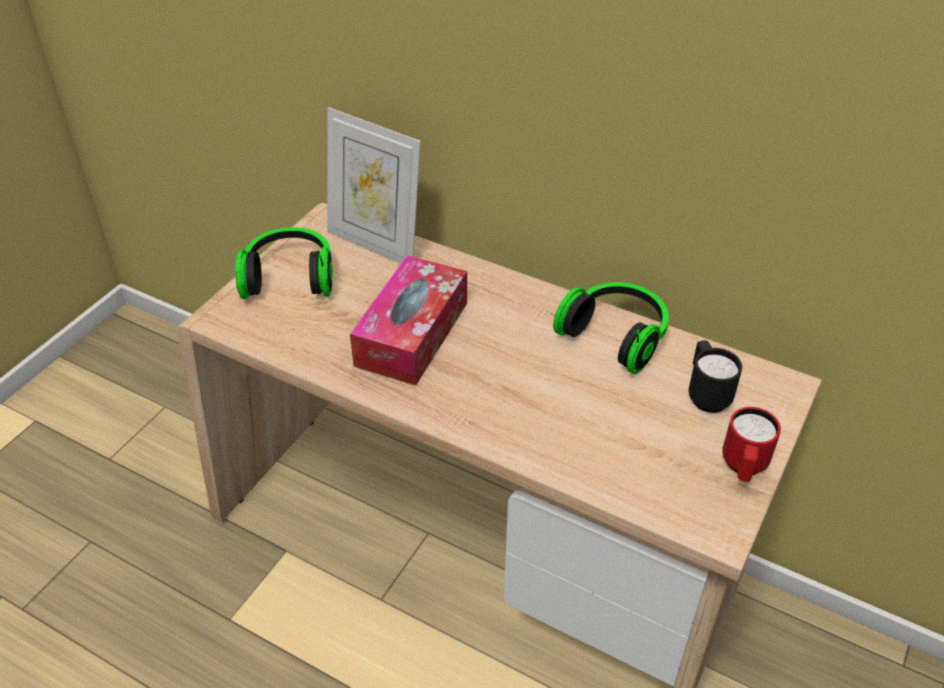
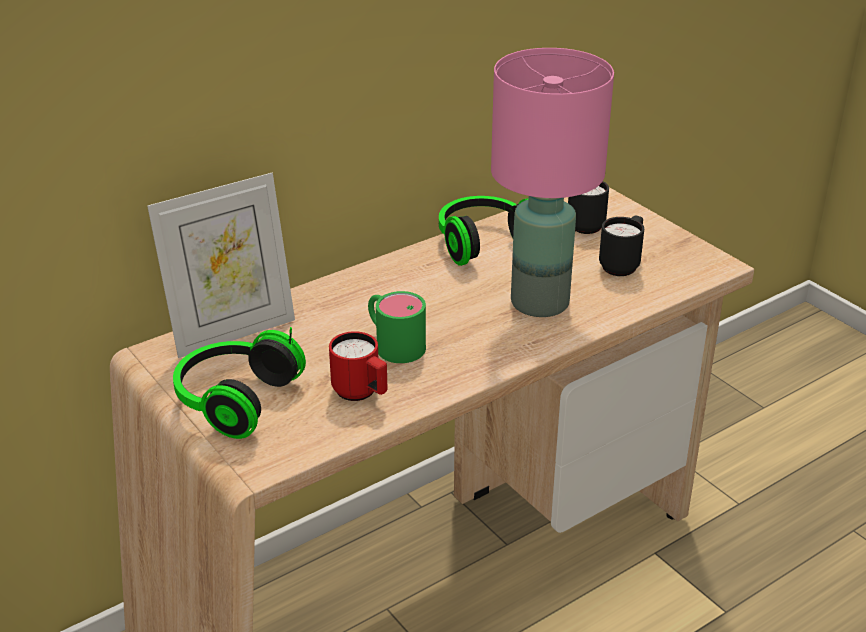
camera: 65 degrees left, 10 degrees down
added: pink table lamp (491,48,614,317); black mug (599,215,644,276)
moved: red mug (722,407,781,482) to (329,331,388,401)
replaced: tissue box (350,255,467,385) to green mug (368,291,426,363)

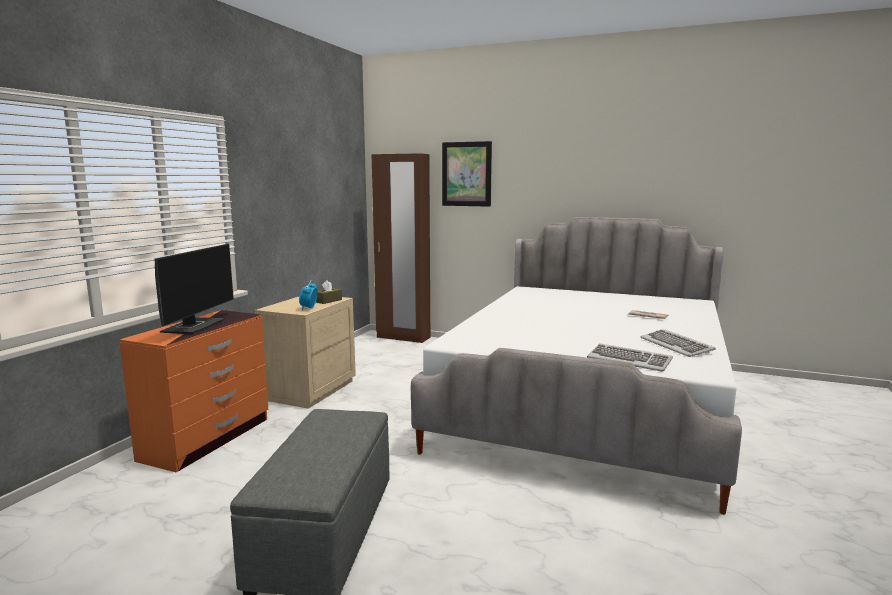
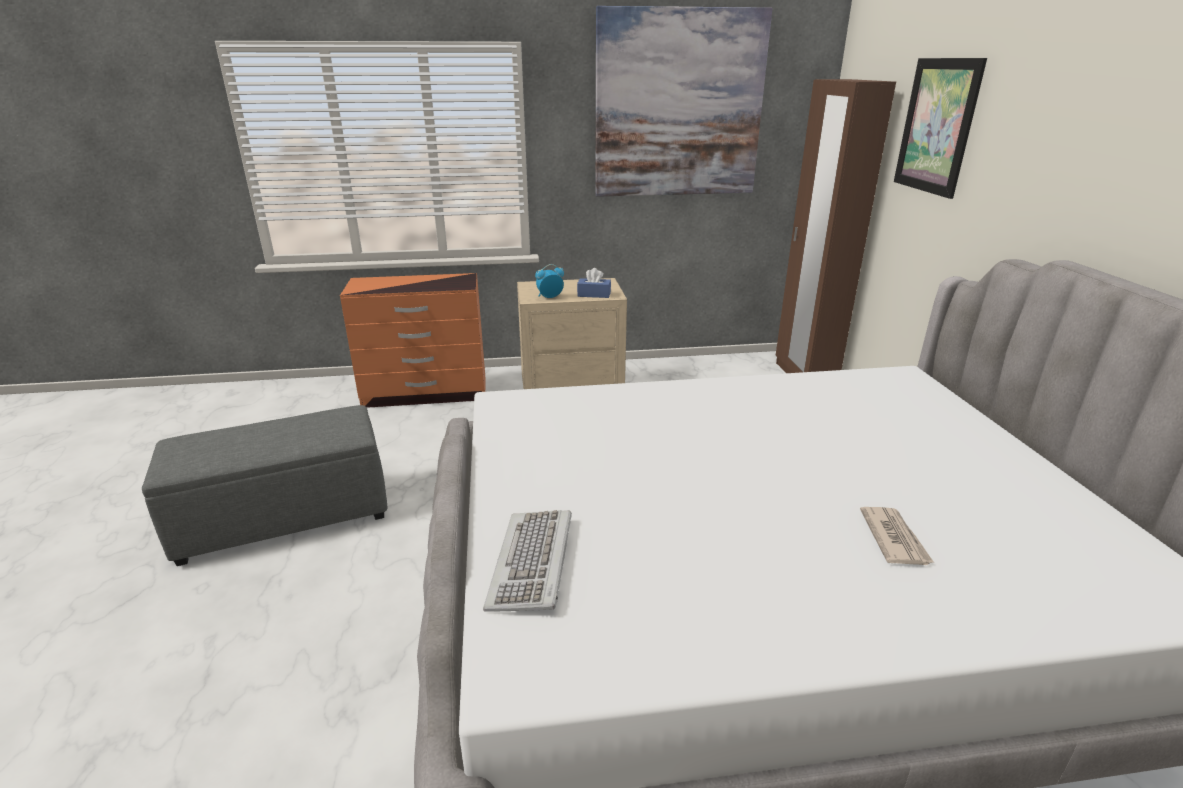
camera: 60 degrees right, 15 degrees up
removed: monitor (155,244,234,335); keyboard (640,329,716,357)
added: picture (595,6,773,197)
recoloured: brown tissue box (316,280,342,304) to blue tissue box (577,268,611,298)

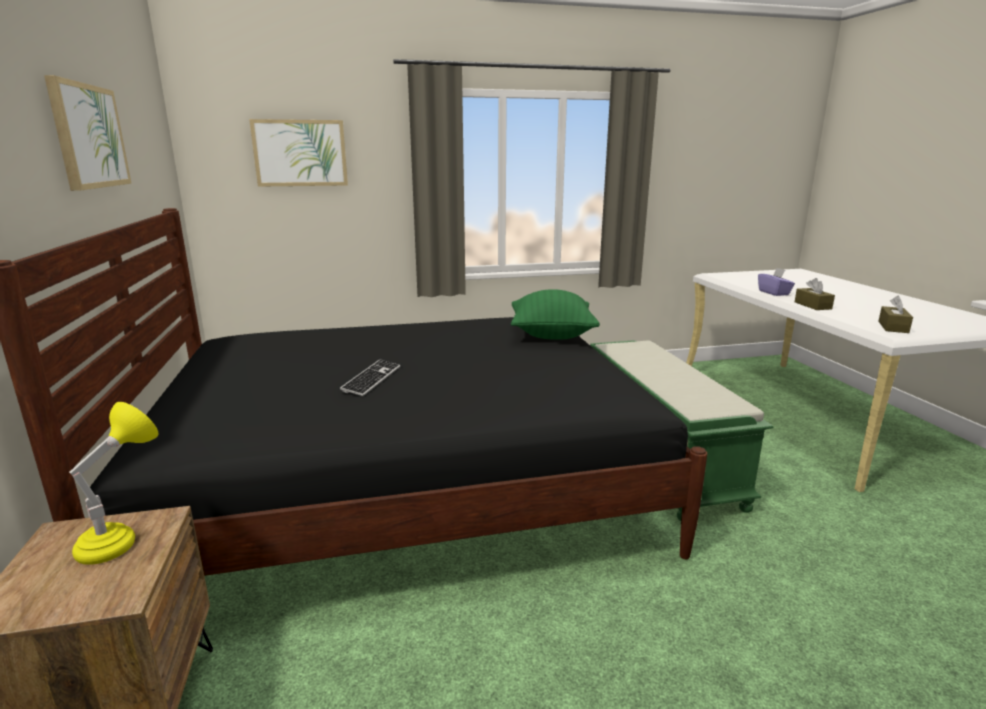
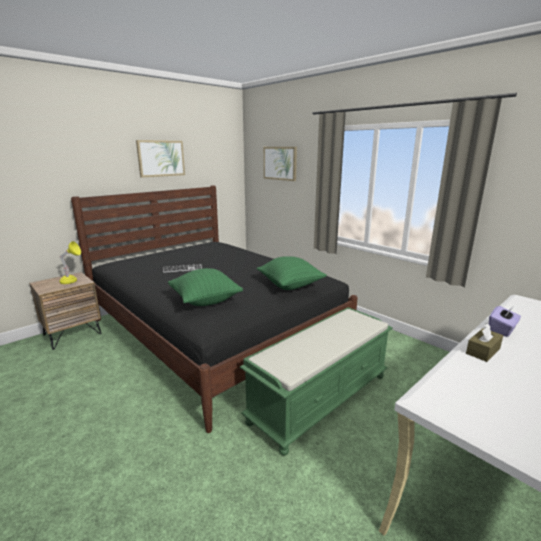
camera: 60 degrees right, 0 degrees up
removed: brown tissue box (879,296,913,333)
added: green pillow (168,268,243,306)

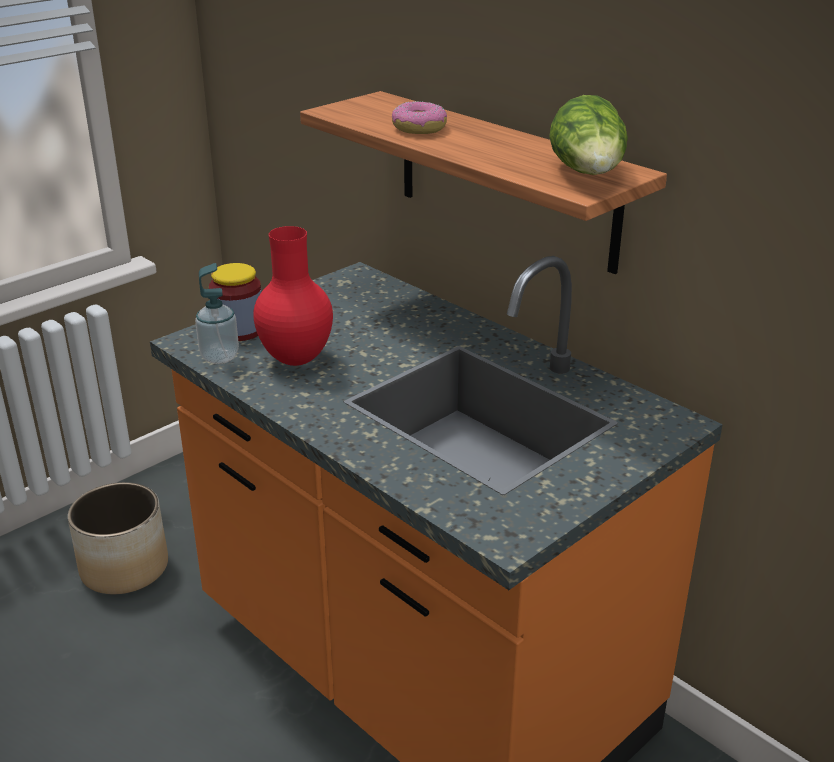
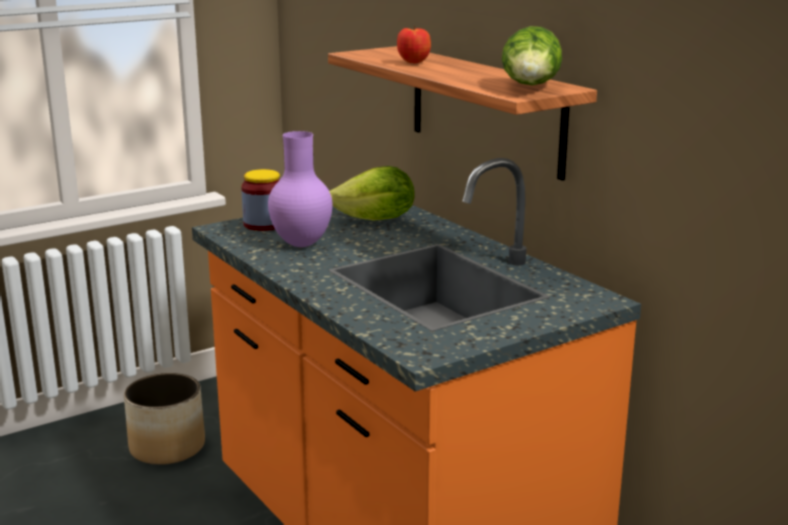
camera: 10 degrees right, 10 degrees down
removed: soap dispenser (195,263,239,364)
added: lettuce (329,166,415,221)
replaced: donut (392,101,447,134) to apple (397,26,431,64)
recoloured: red vase (253,226,333,366) to purple vase (268,131,333,247)

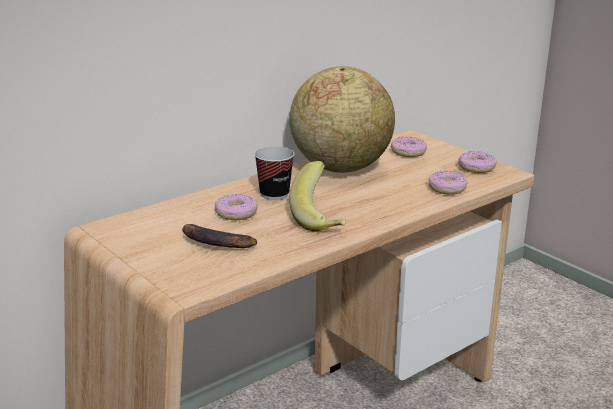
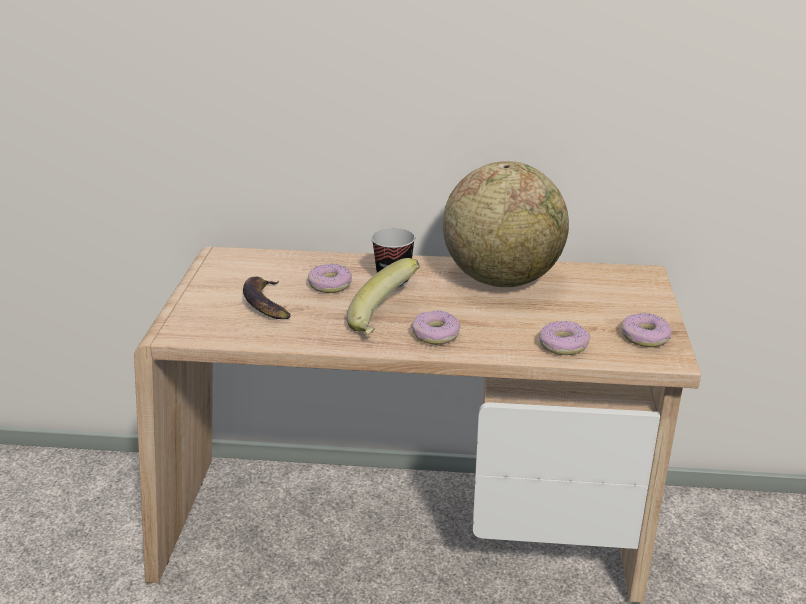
camera: 45 degrees right, 5 degrees up
moved: donut (391,137,427,157) to (411,310,460,345)

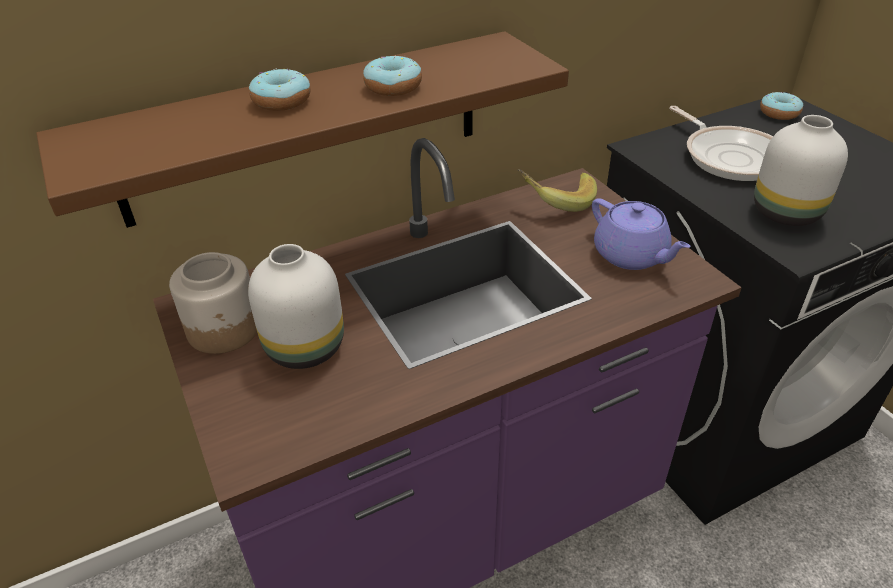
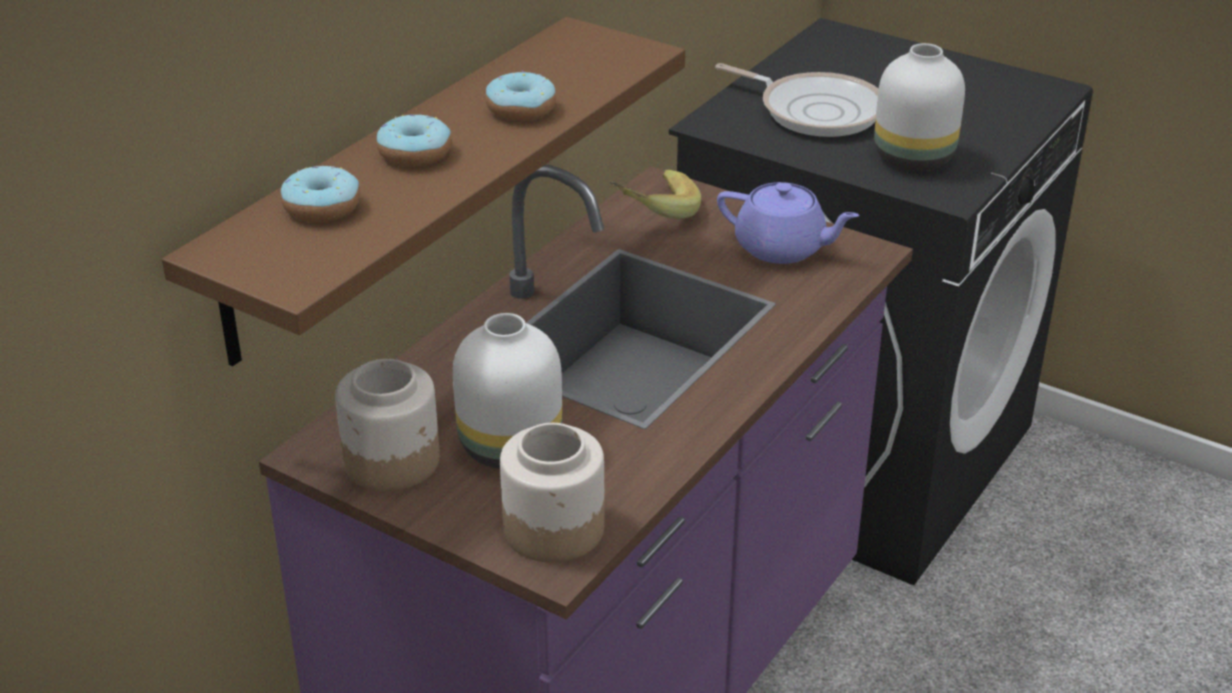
camera: 30 degrees left, 5 degrees down
added: jar (500,423,605,563)
moved: donut (760,92,803,120) to (281,166,360,222)

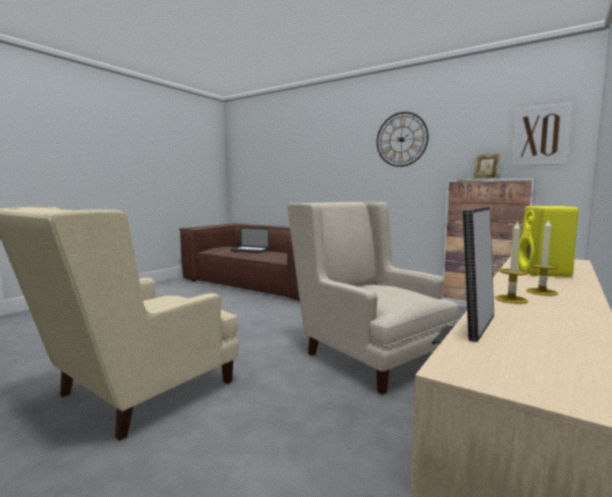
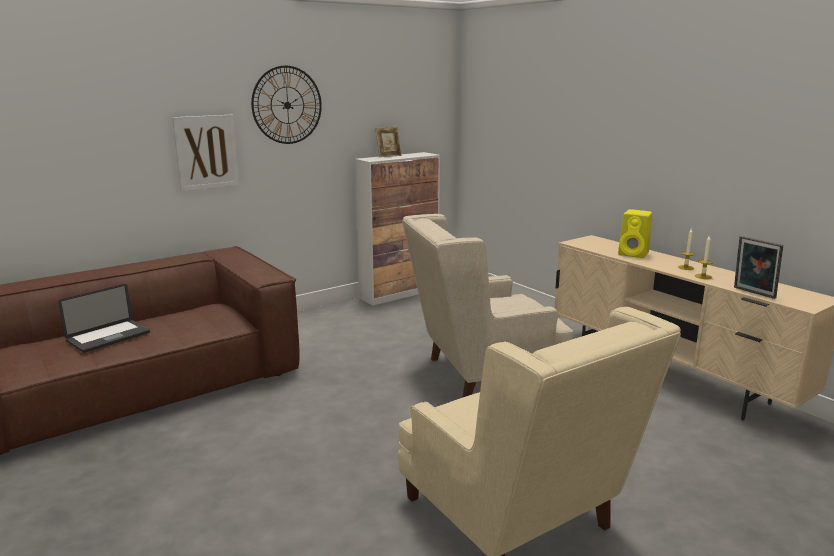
camera: 70 degrees left, 10 degrees up
moved: picture (511,102,572,166) to (172,115,239,192)

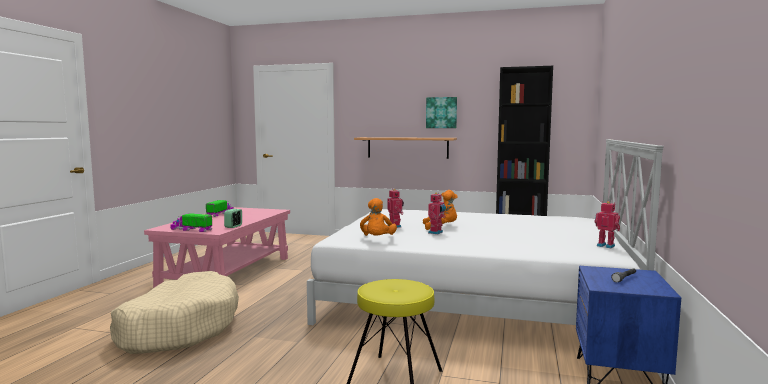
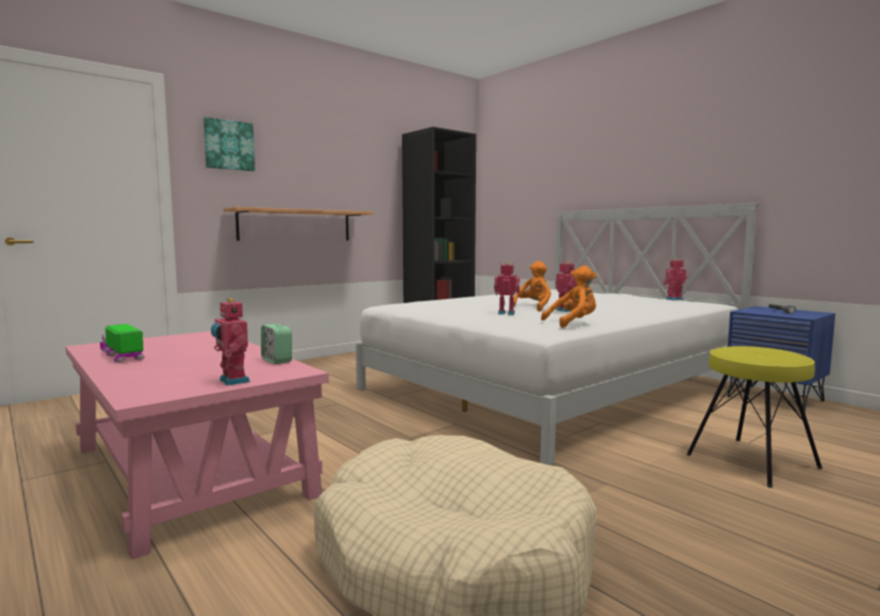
camera: 55 degrees left, 0 degrees up
moved: picture (426,97,457,128) to (203,117,255,171)
replaced: toy truck (170,214,212,232) to toy robot (211,298,250,386)
turned: orange plush toy (360,198,397,236) = (541,266,597,328) 60 degrees counterclockwise

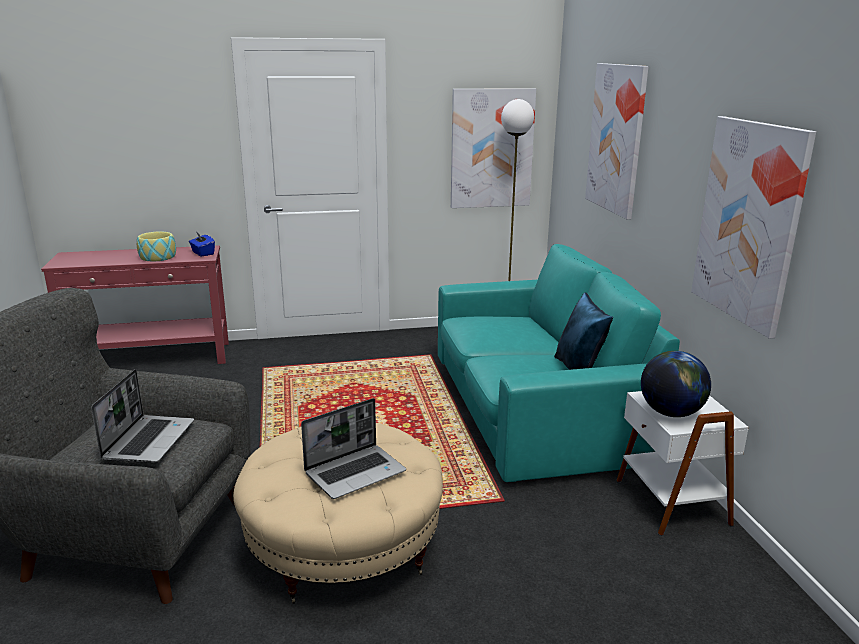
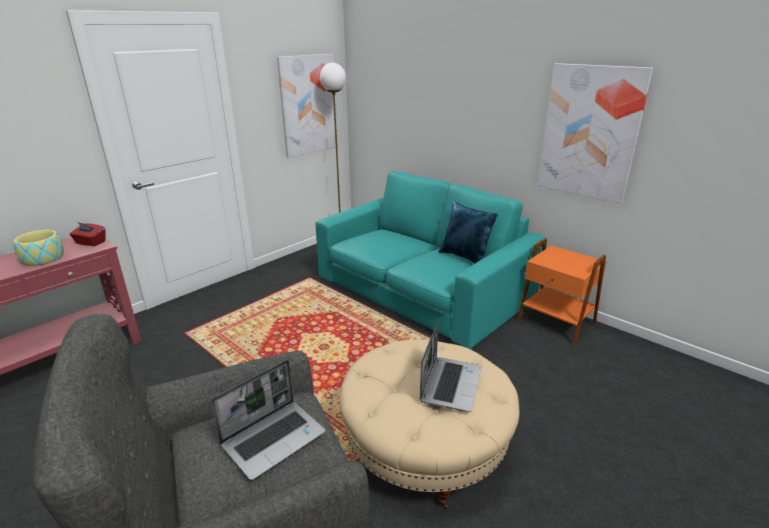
camera: 35 degrees left, 5 degrees up
removed: picture (585,63,649,219); globe (641,351,711,417)
recoloured: blue tissue box (189,233,215,257) to red tissue box (70,222,106,246); white side table (617,391,749,536) to orange side table (517,238,607,345)
turned: laptop (91,369,194,463) = (211,360,326,480) 75 degrees clockwise

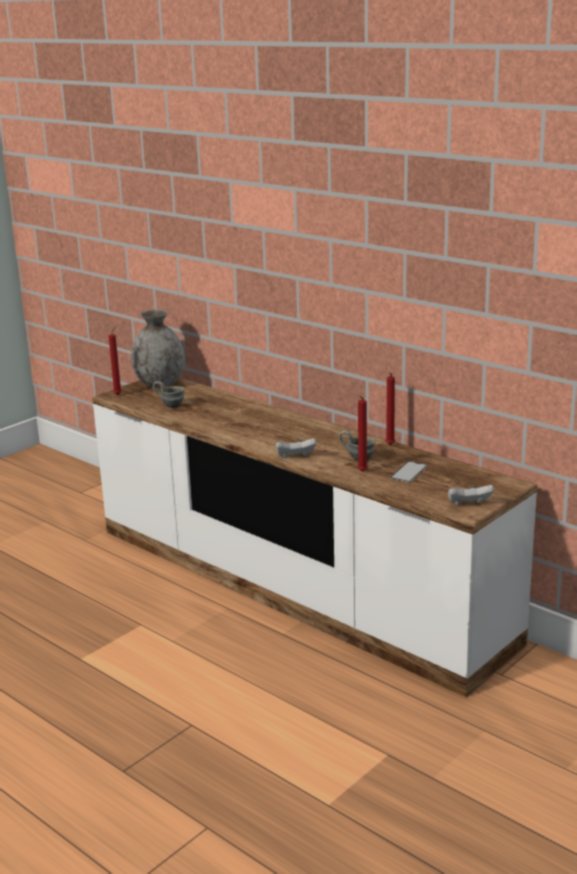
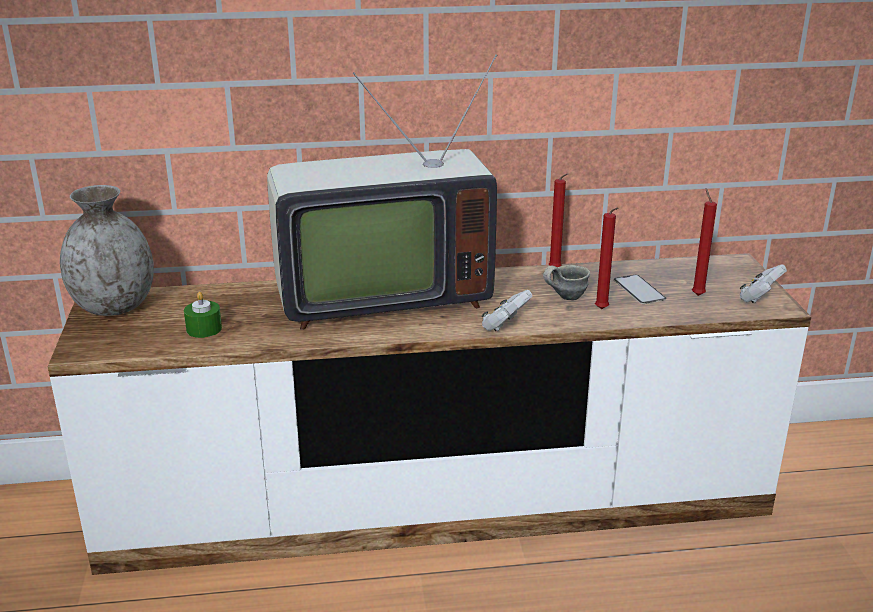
camera: 50 degrees left, 5 degrees up
added: television (267,54,497,330)
moved: red candle (109,327,122,395) to (692,188,717,296)
replaced: grey mug (153,381,185,408) to green candle (184,292,222,338)

